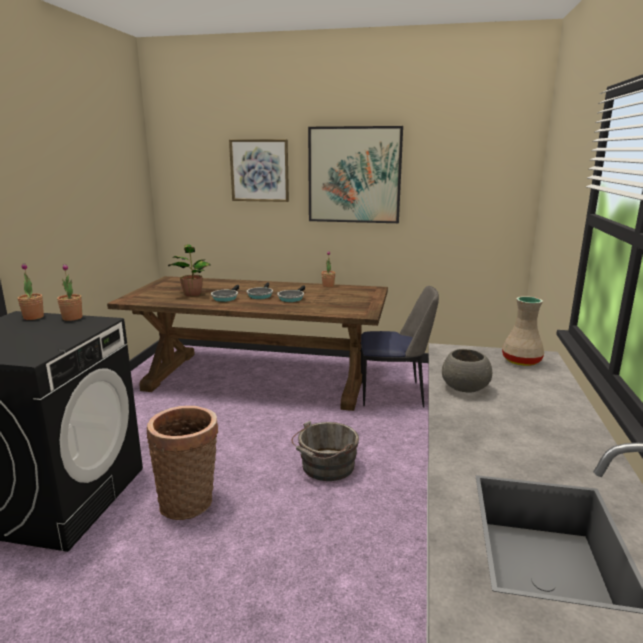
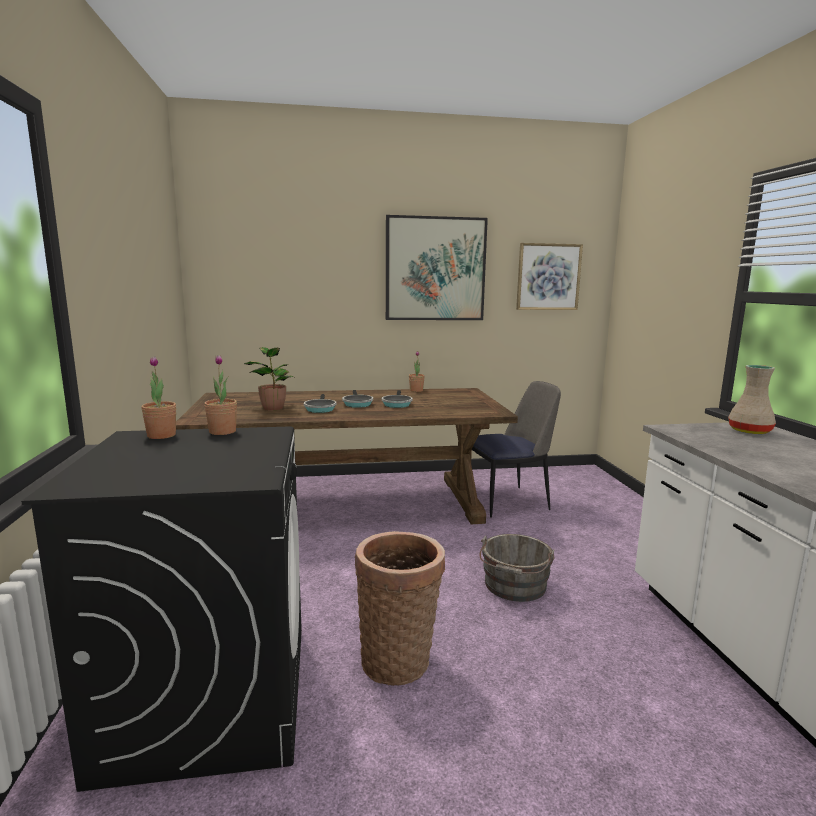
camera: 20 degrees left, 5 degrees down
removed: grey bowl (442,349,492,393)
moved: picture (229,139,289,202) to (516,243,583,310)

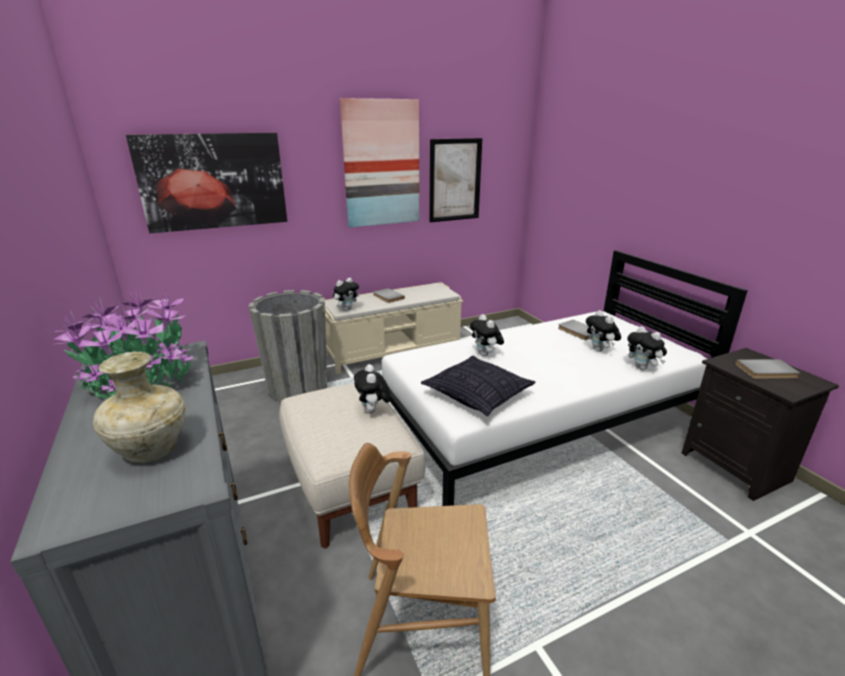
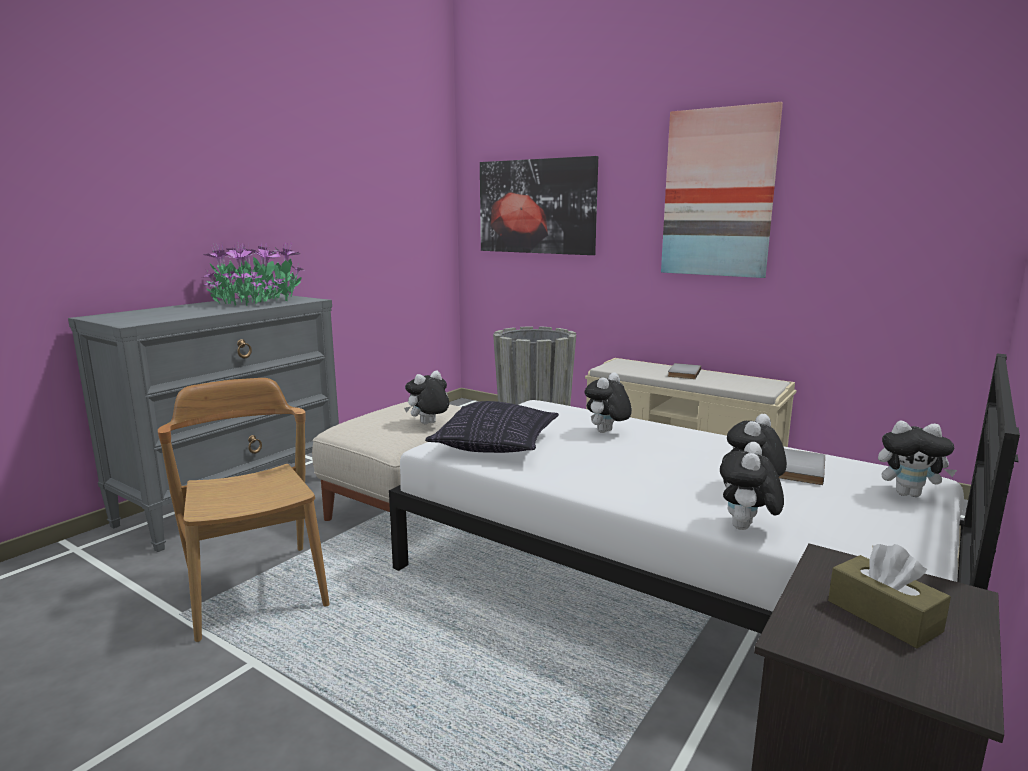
camera: 60 degrees right, 10 degrees down
removed: beige vase (93,351,185,463); picture (429,138,482,222)
moved: plush toy (333,278,359,311) to (878,421,957,497)
replaced: grey book (735,359,800,379) to brown tissue box (828,544,951,648)

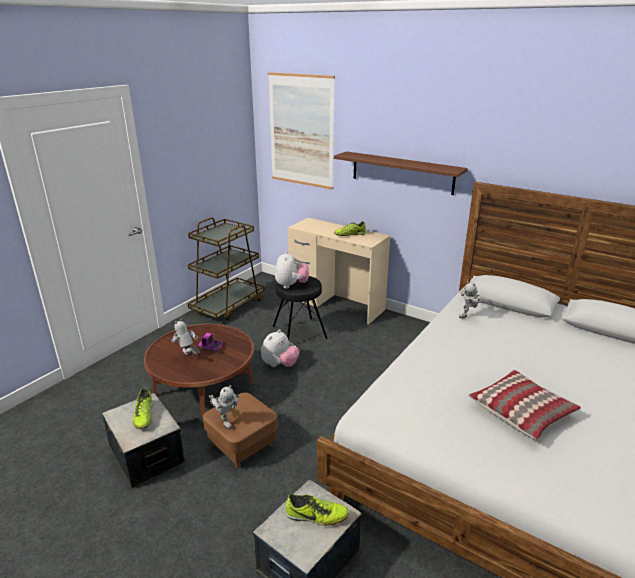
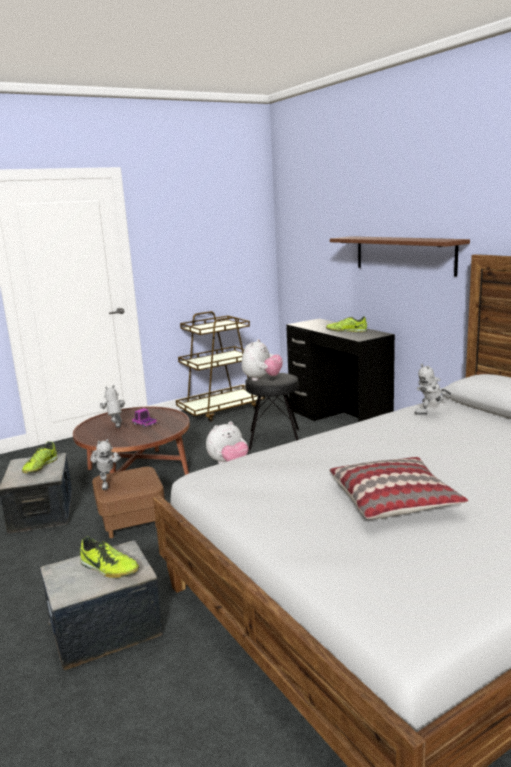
camera: 25 degrees right, 10 degrees down
removed: picture (268,72,335,190)
recoloured: beige desk (288,218,390,325) to black desk (286,319,395,422)

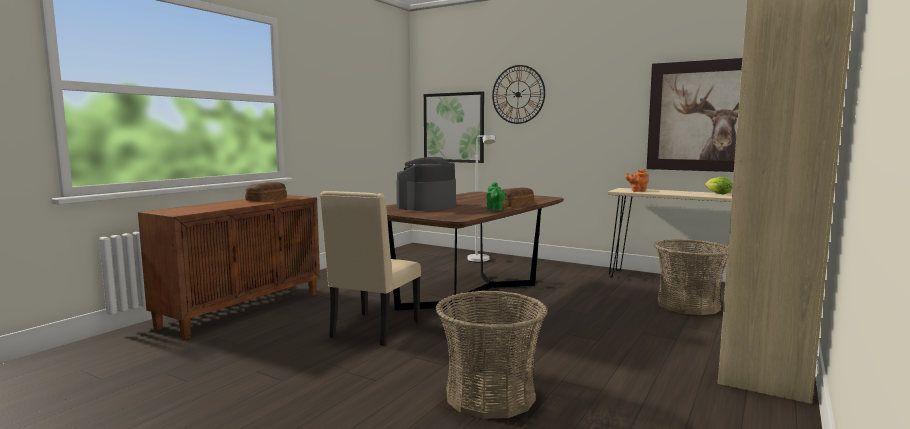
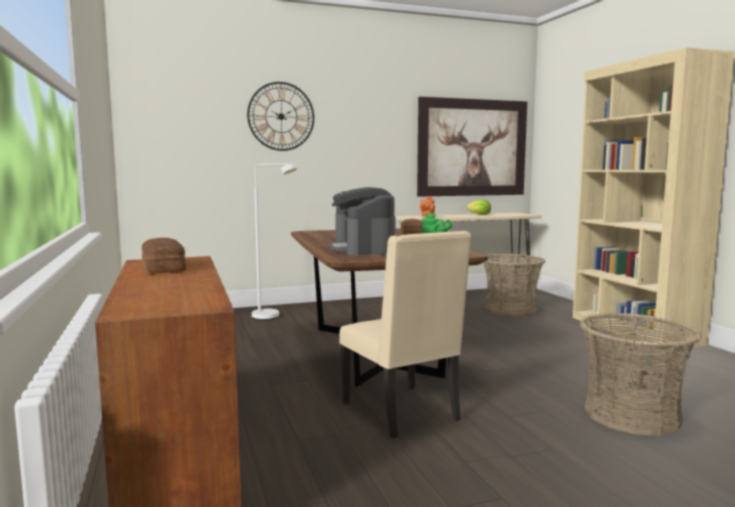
camera: 50 degrees left, 0 degrees up
removed: picture (424,91,484,163)

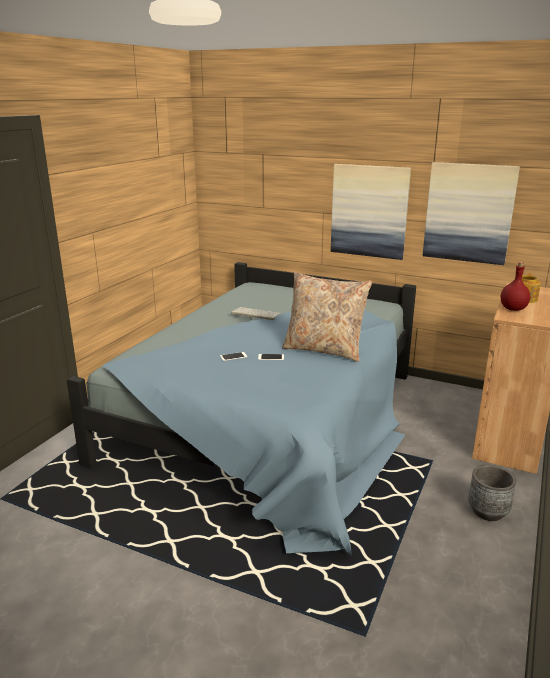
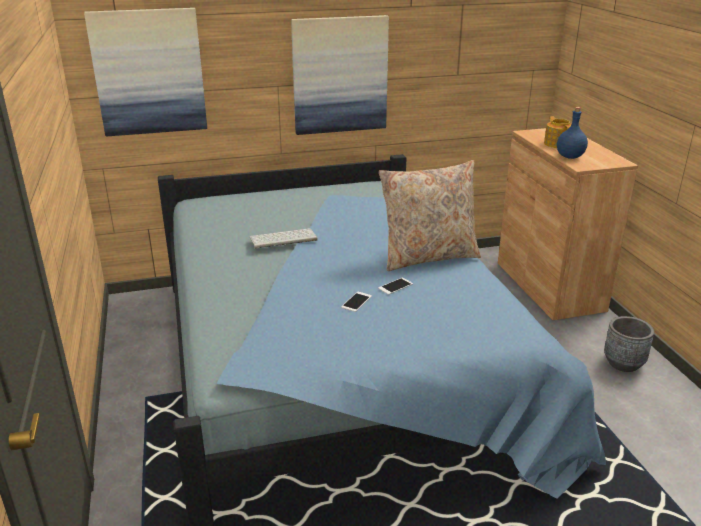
camera: 40 degrees left, 5 degrees up
moved: picture (423,162,520,265) to (84,8,207,136)
recoloured: red bottle (501,262,530,311) to blue bottle (557,107,588,159)

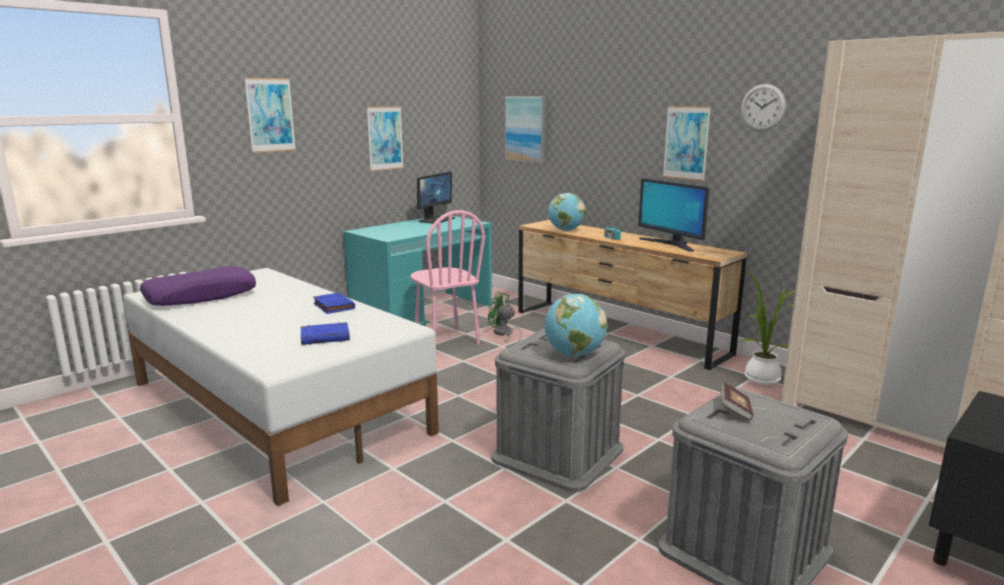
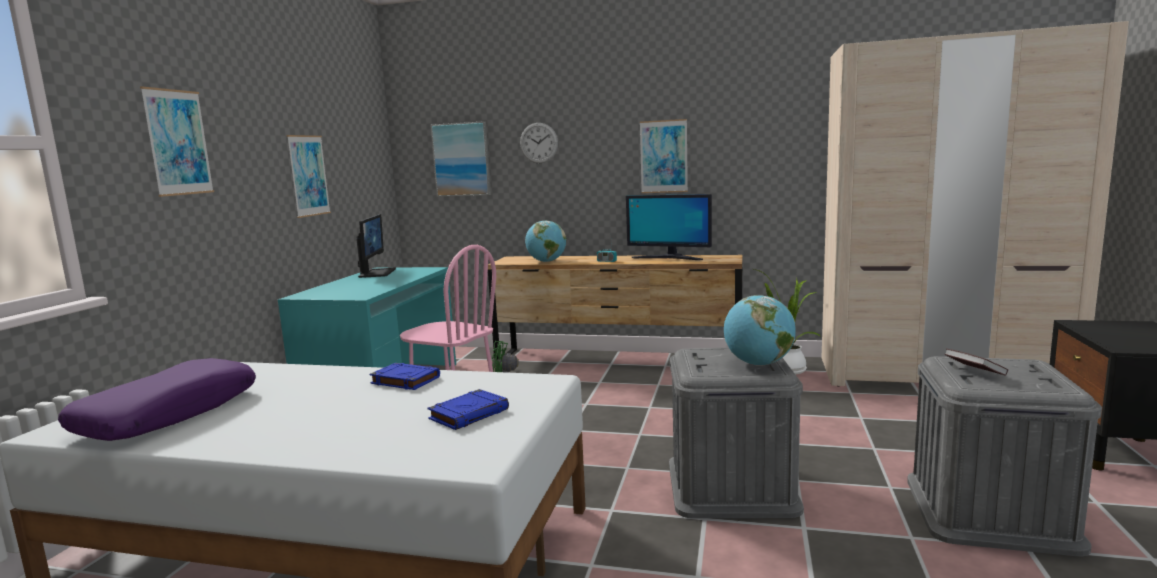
camera: 30 degrees left, 5 degrees down
moved: wall clock (741,84,786,131) to (520,123,558,163)

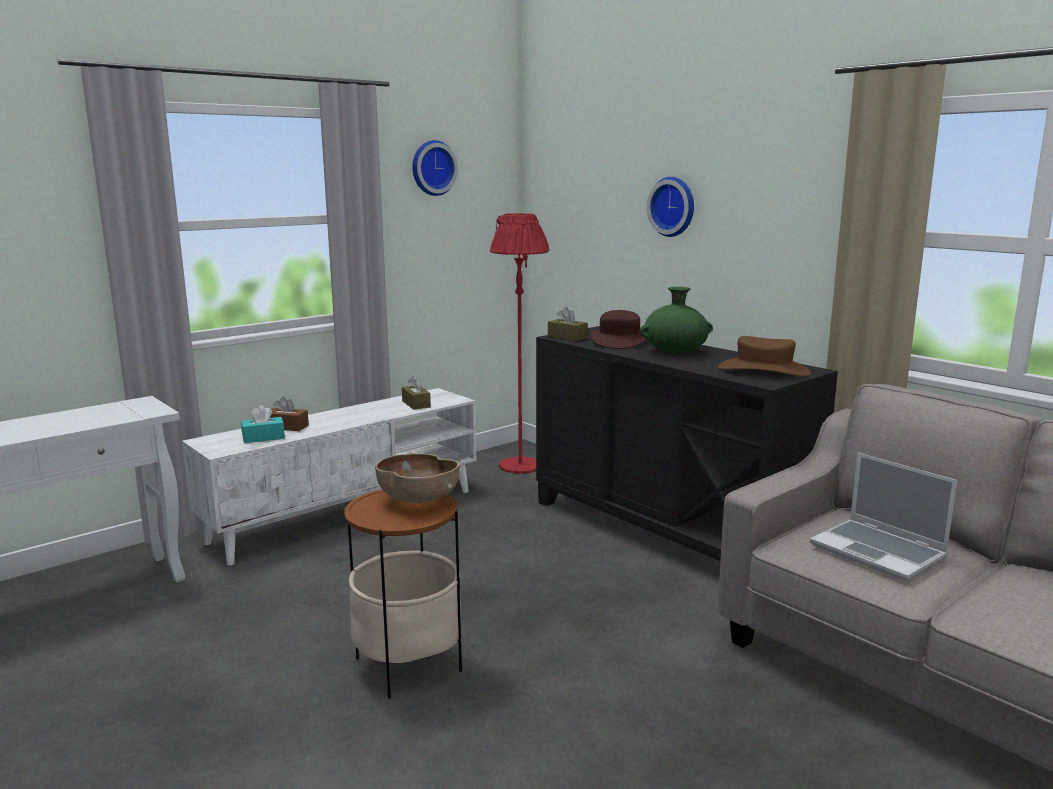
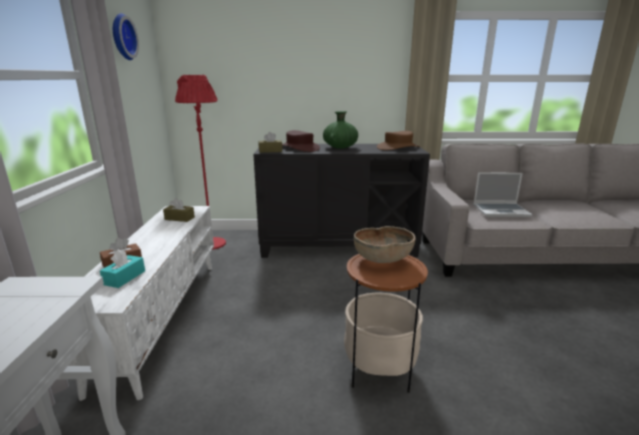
camera: 50 degrees left, 5 degrees up
removed: wall clock (647,177,694,237)

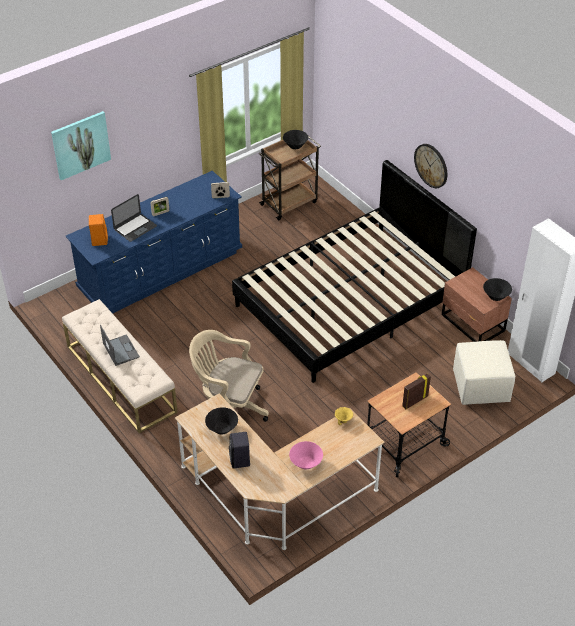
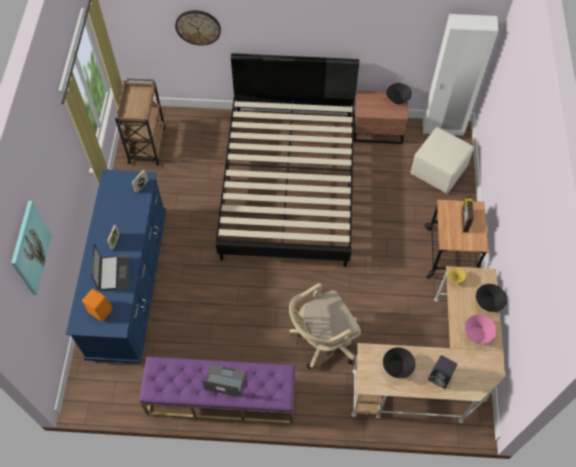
camera: 50 degrees left, 15 degrees up
moved: black bowl (283,130,308,149) to (476,284,507,312); wall clock (414,144,447,188) to (175,10,221,46)
recoloured: beige bench (62,299,178,433) to purple bench (139,356,295,424)

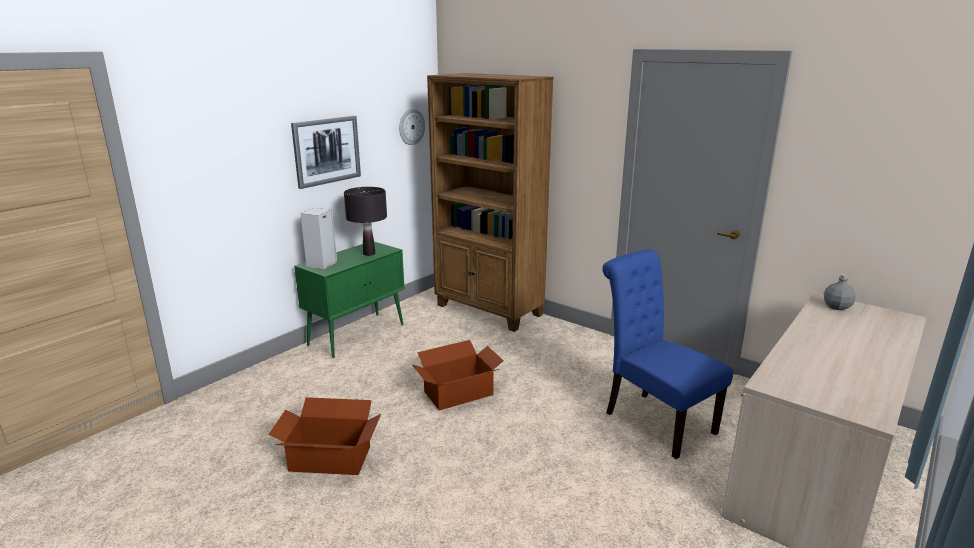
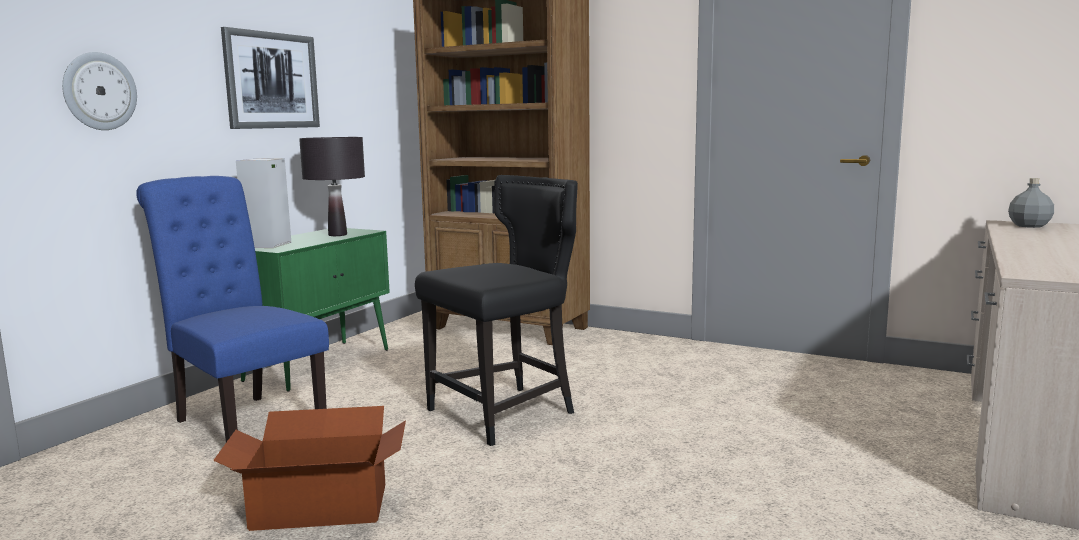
camera: 10 degrees left, 10 degrees down
moved: wall clock (399,108,425,145) to (62,52,137,130); blue chair (602,250,733,459) to (136,176,329,442)
replaced: cardboard box (412,340,504,411) to black chair (415,175,578,446)

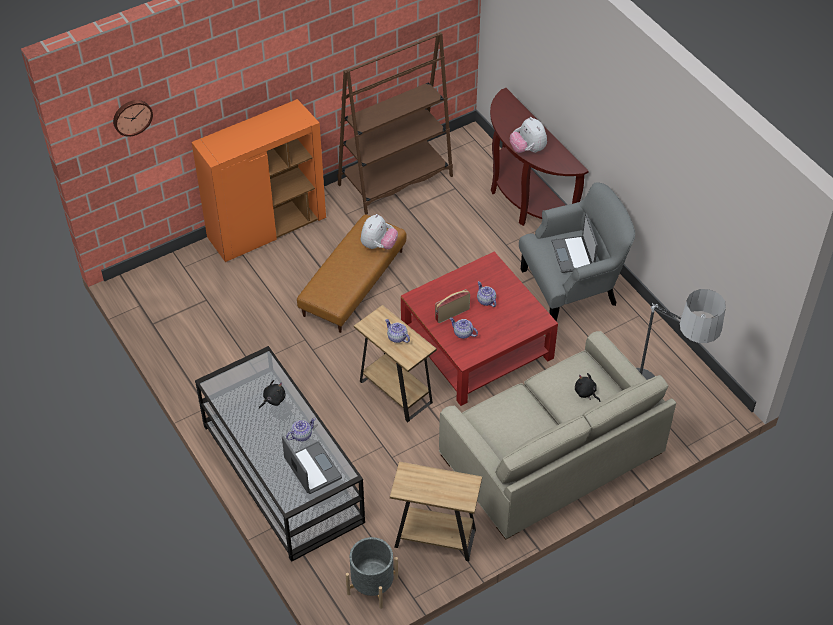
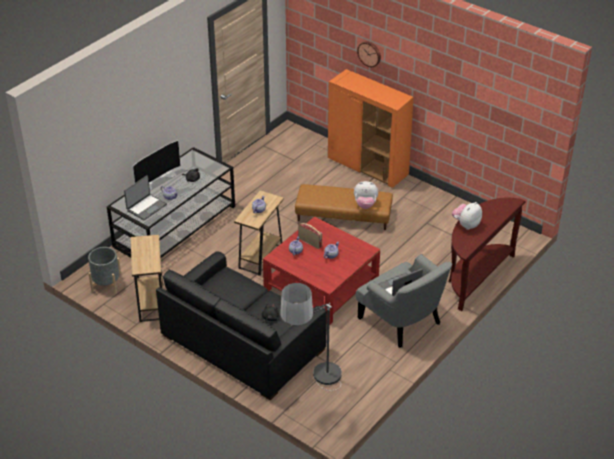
camera: 70 degrees right, 10 degrees down
removed: brown bookcase (337,32,453,215)
added: television (133,140,181,190)
moved: wall clock (113,100,153,137) to (357,41,381,67)
recoloured: beige sofa (439,331,676,540) to black sofa (156,251,327,400)

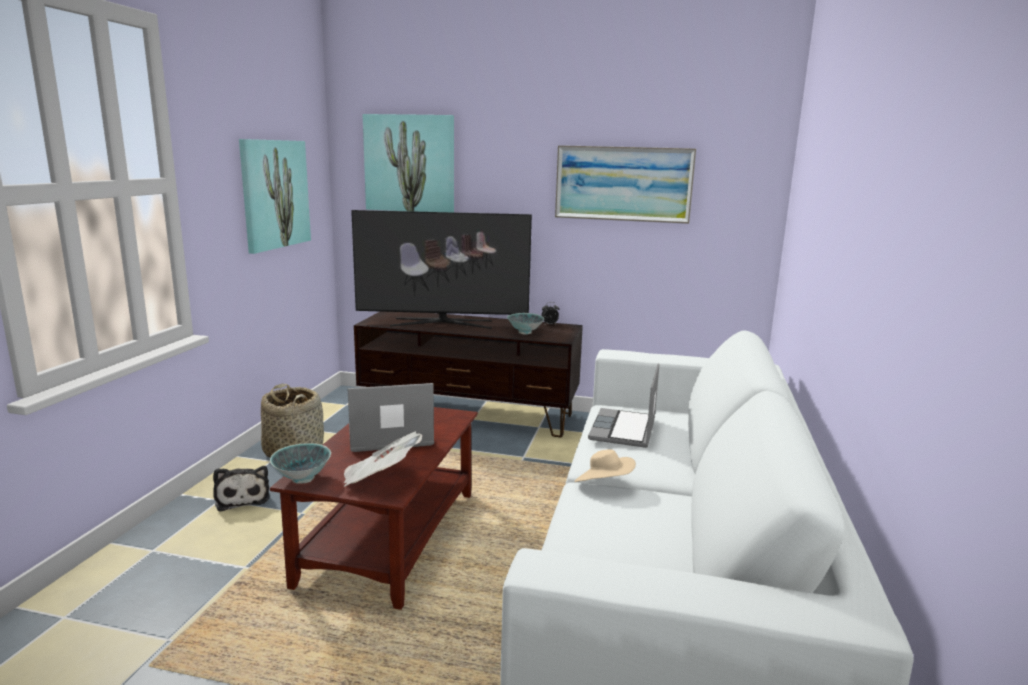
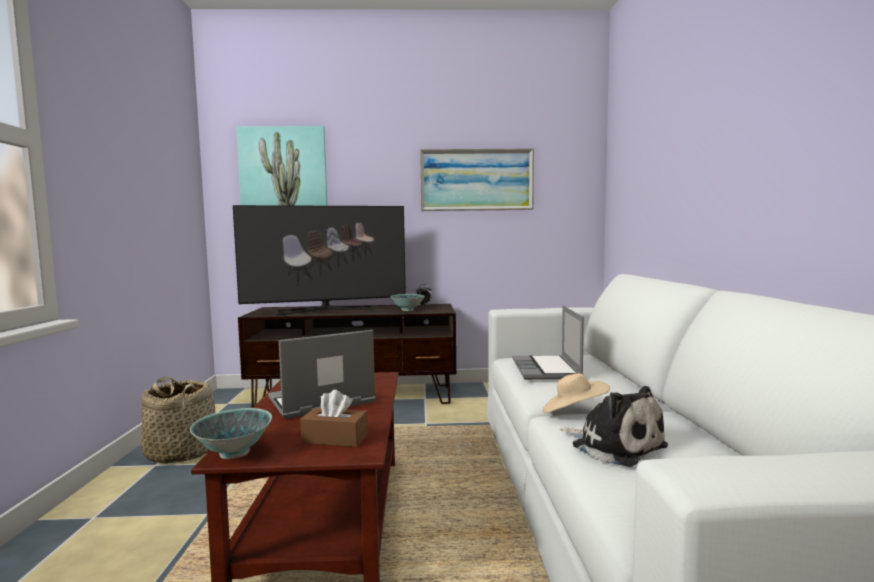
camera: 15 degrees left, 10 degrees down
removed: picture (239,139,311,254)
moved: plush toy (213,466,270,512) to (560,386,668,467)
replaced: newspaper (344,431,422,487) to brown tissue box (300,390,368,447)

